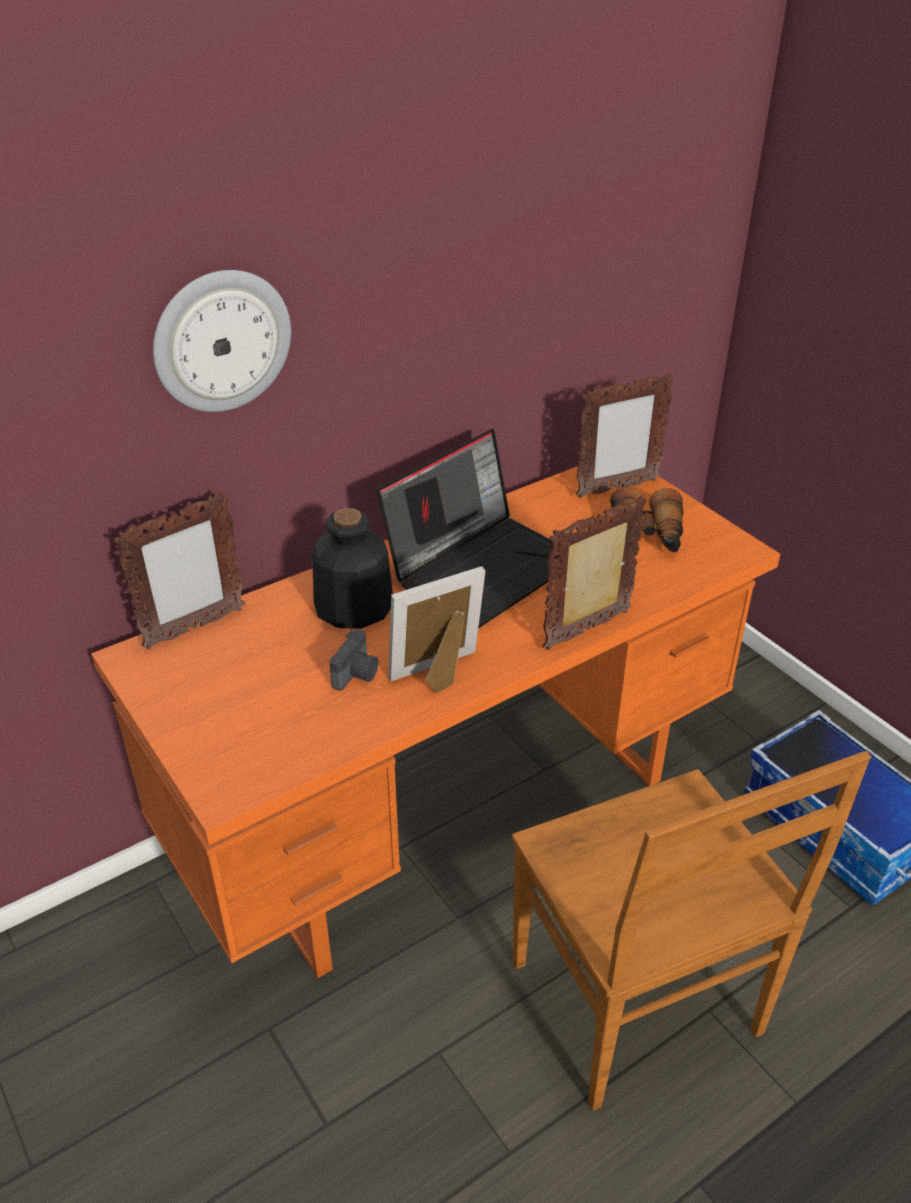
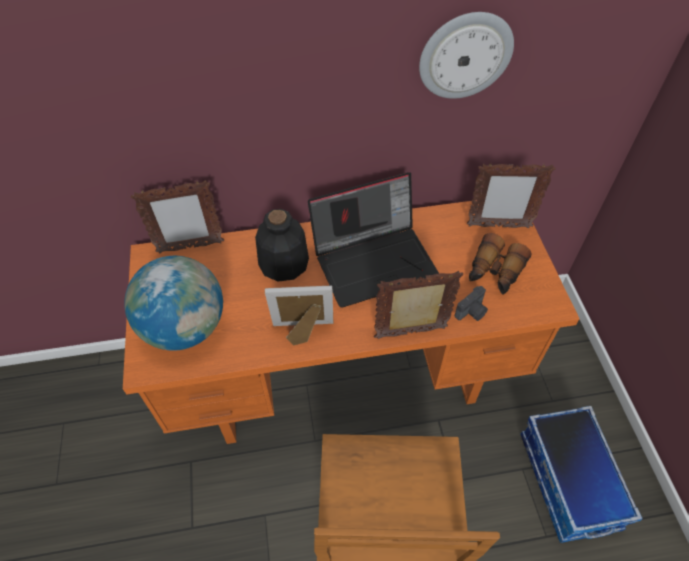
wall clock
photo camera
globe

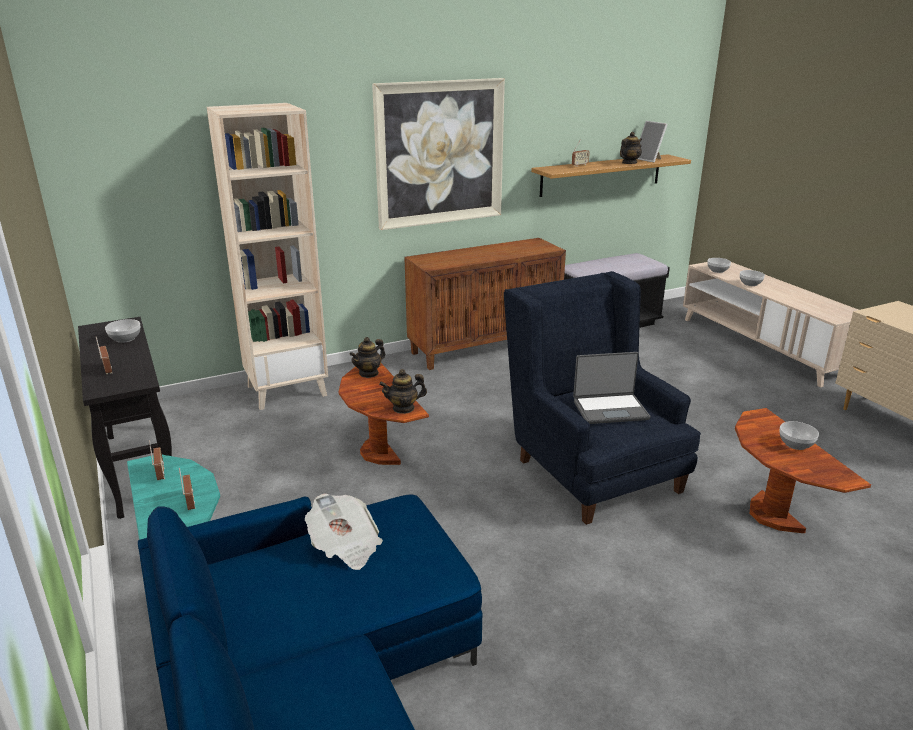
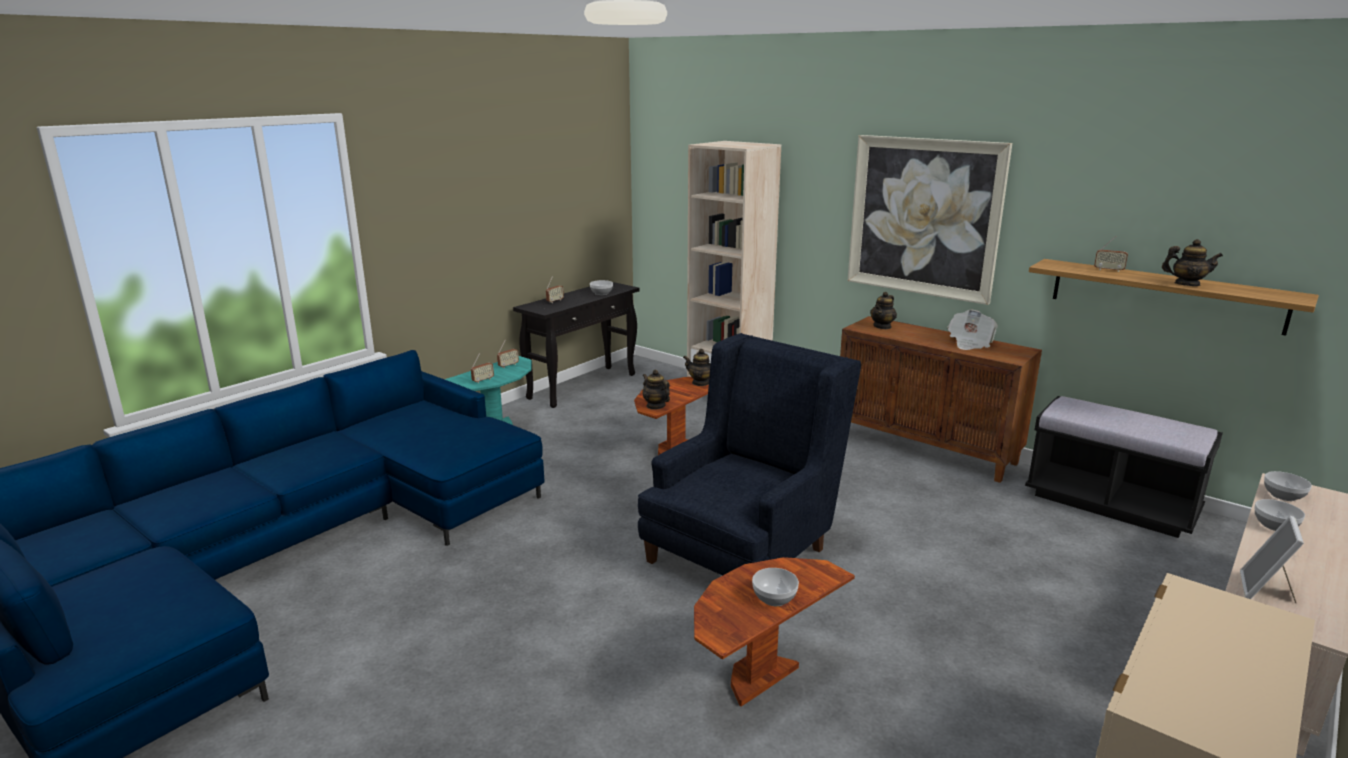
picture frame
laptop
newspaper
teapot (no. 3 from left)

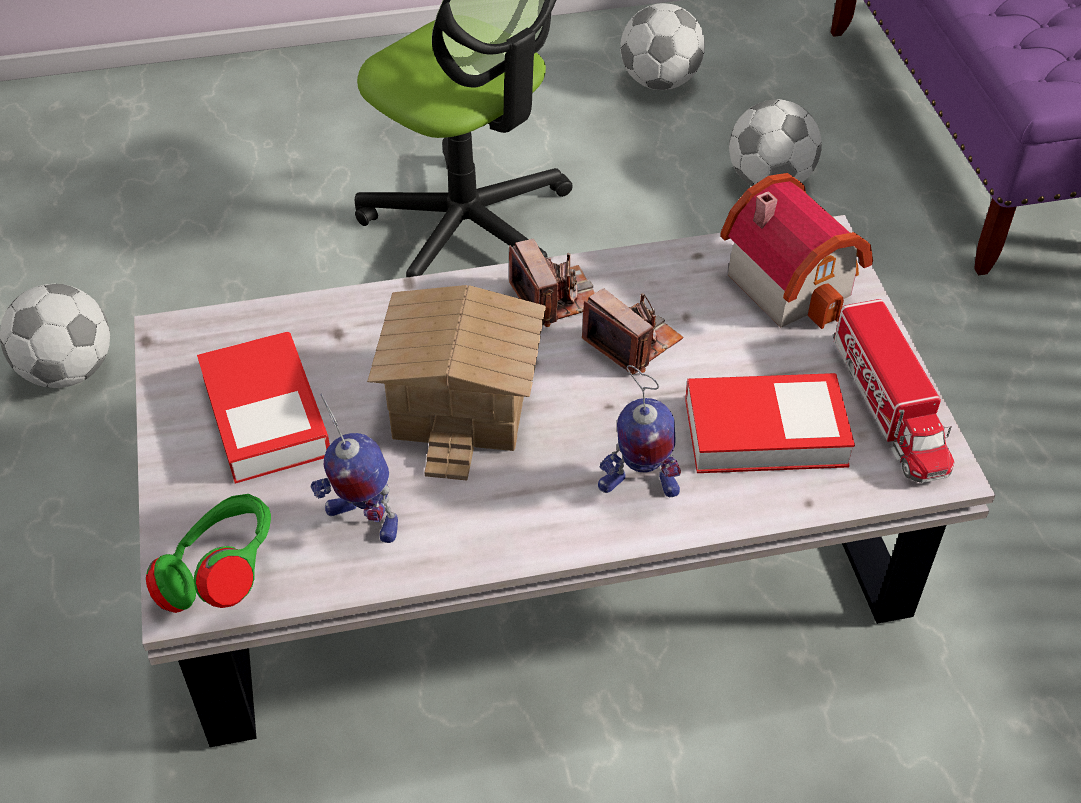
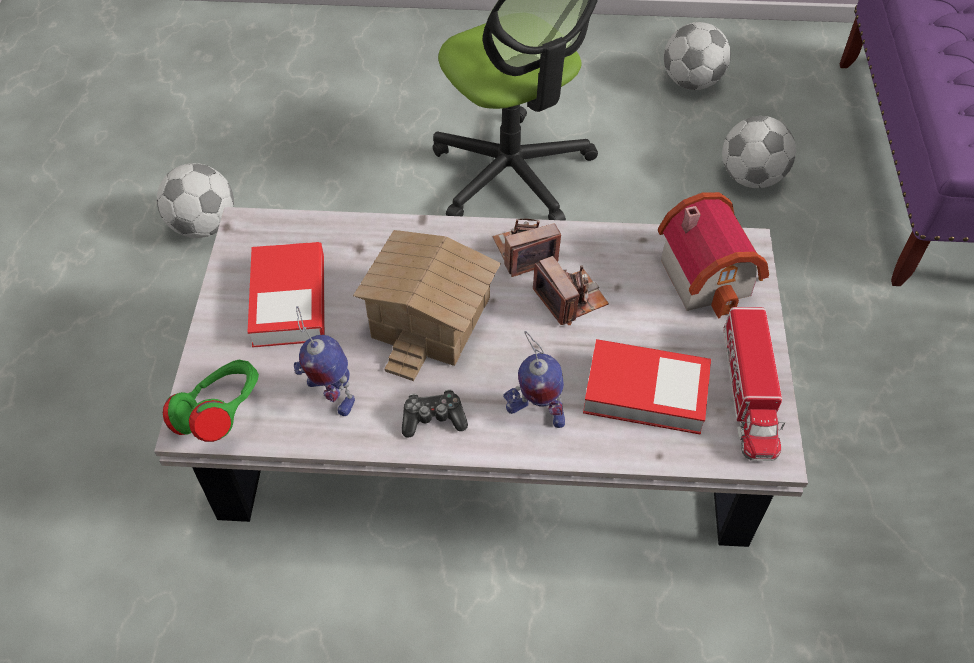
photo camera (no. 1 from left)
game controller

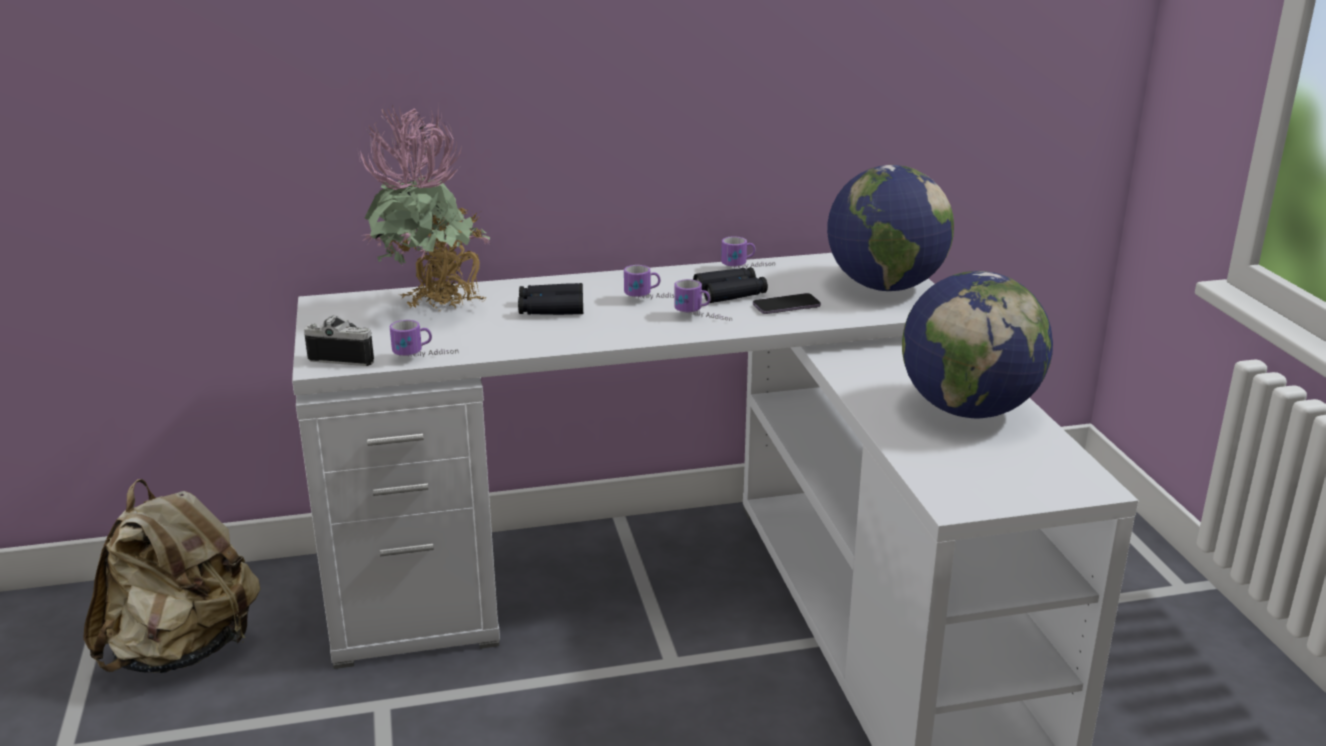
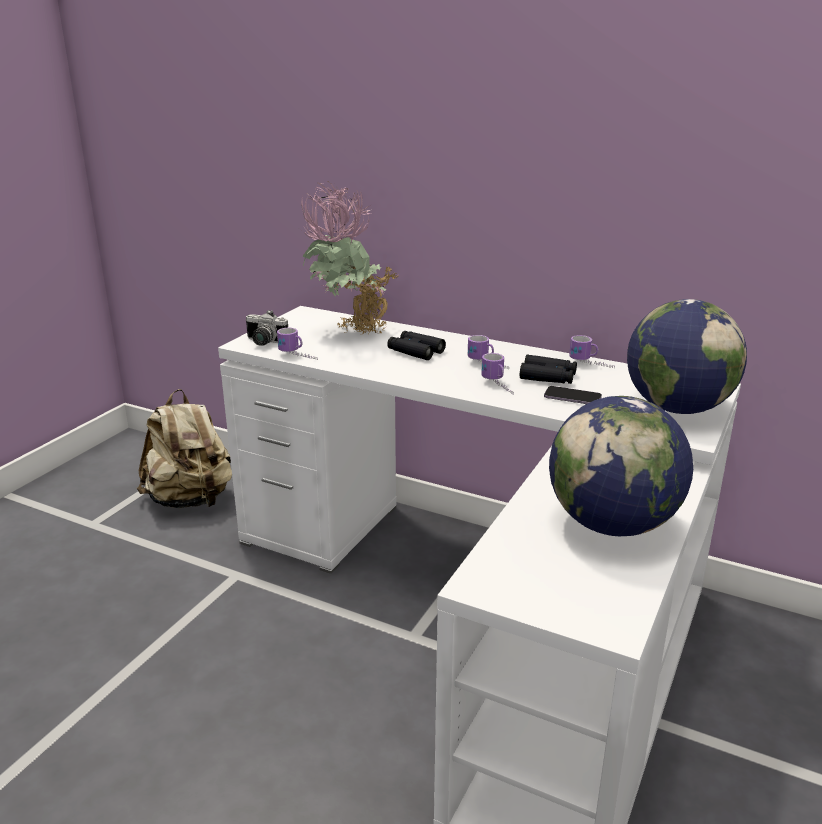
photo camera

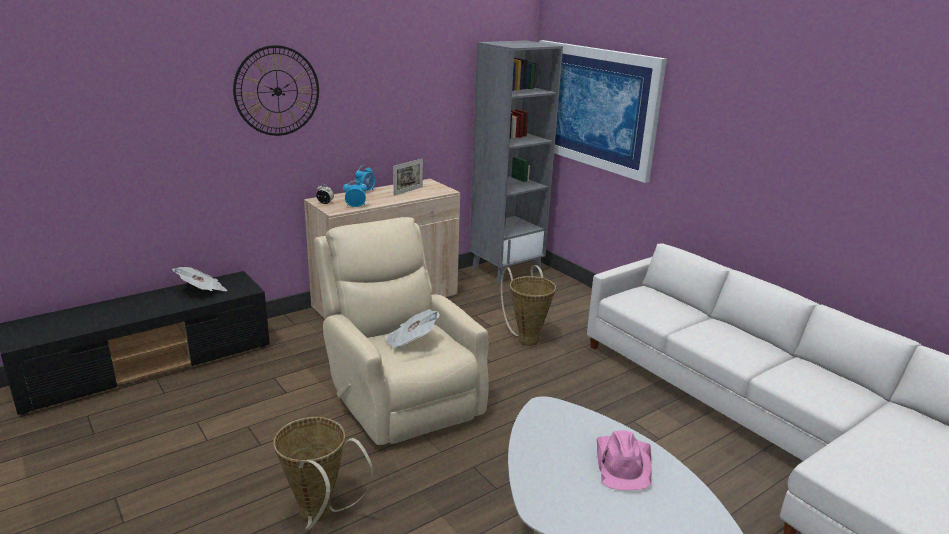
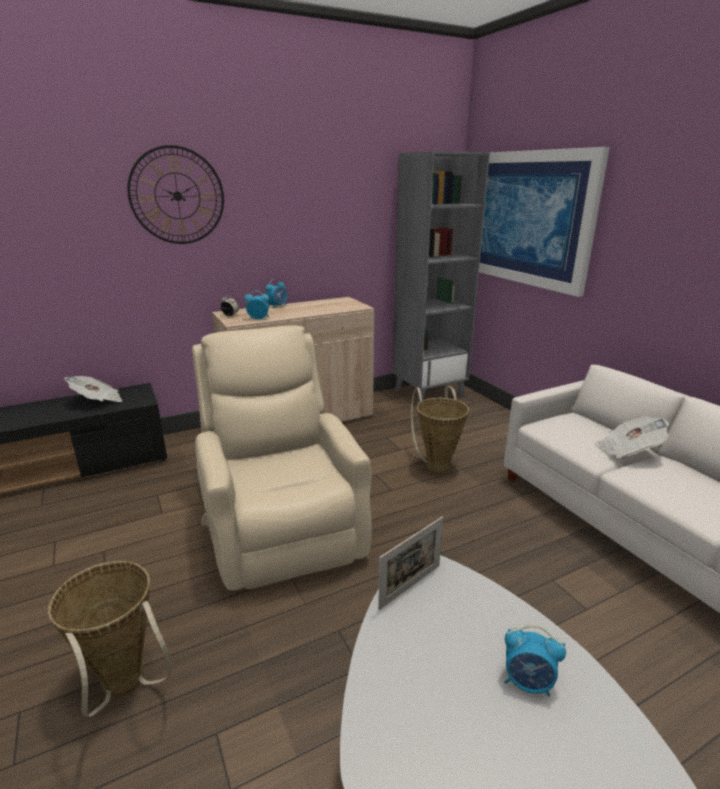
picture frame
newspaper (no. 2 from left)
alarm clock (no. 4 from left)

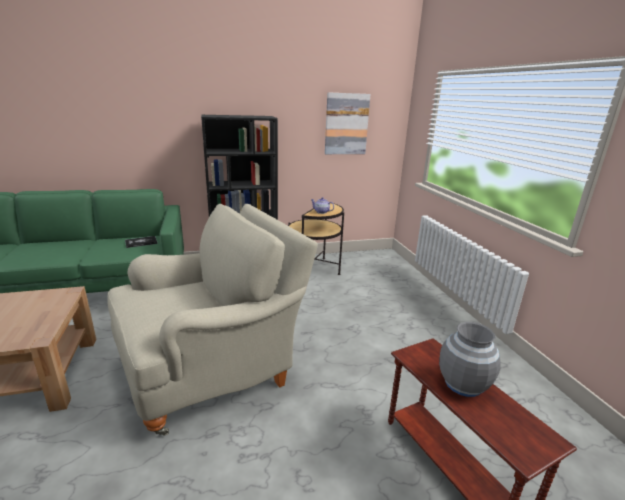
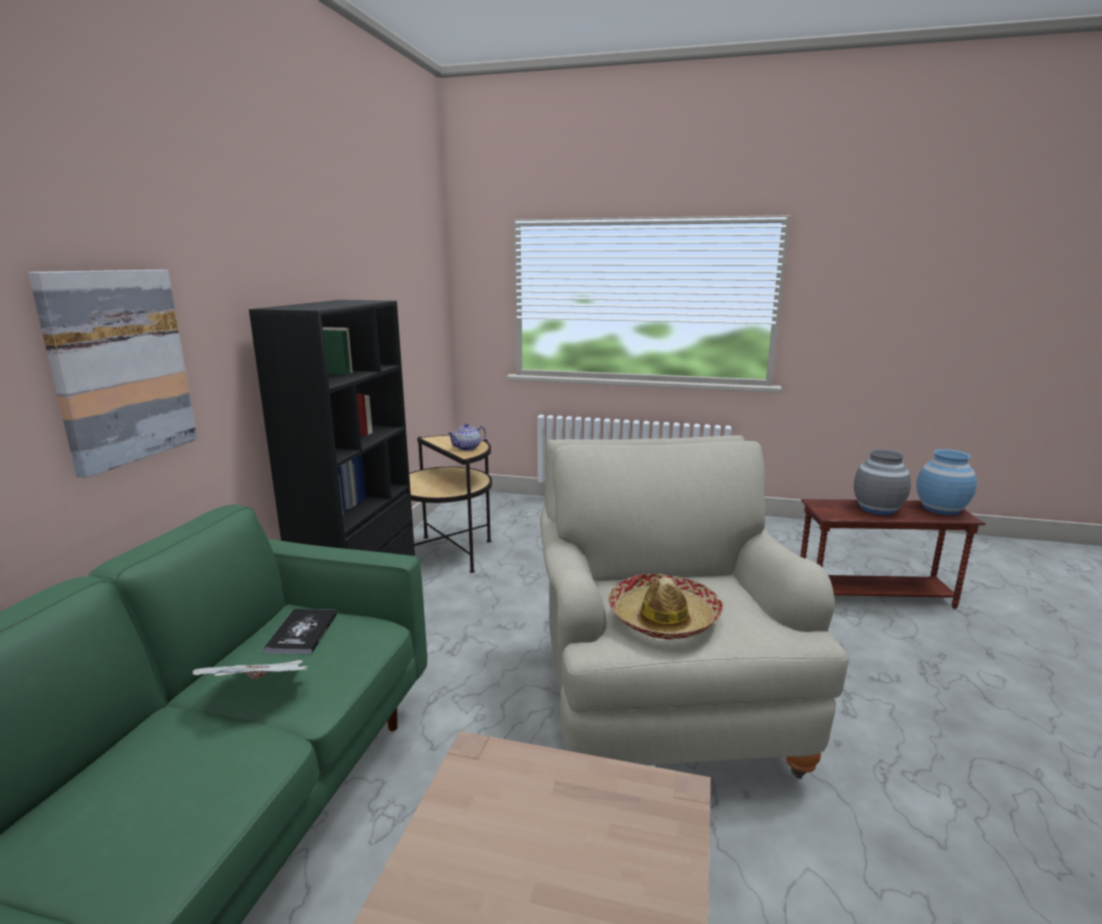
picture
blue vase
hat
newspaper

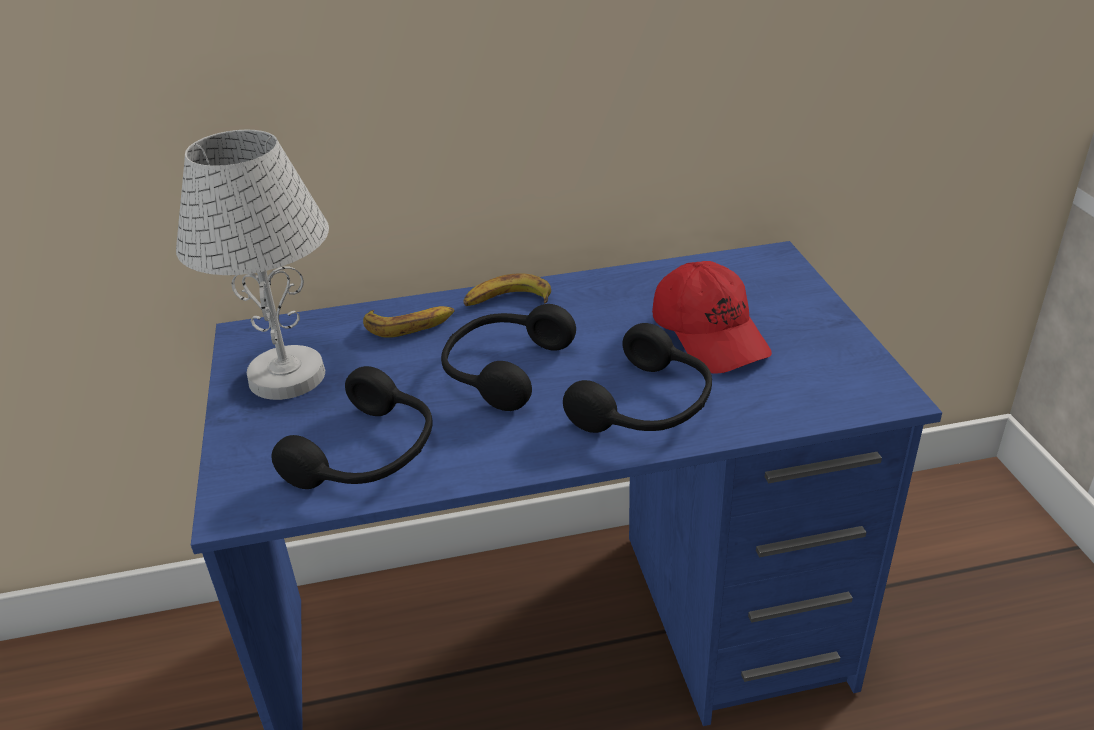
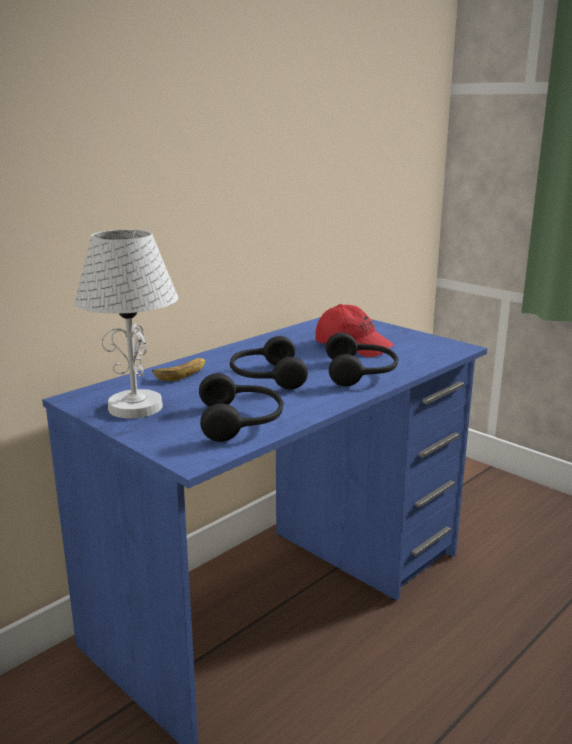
banana (no. 2 from left in the first image)

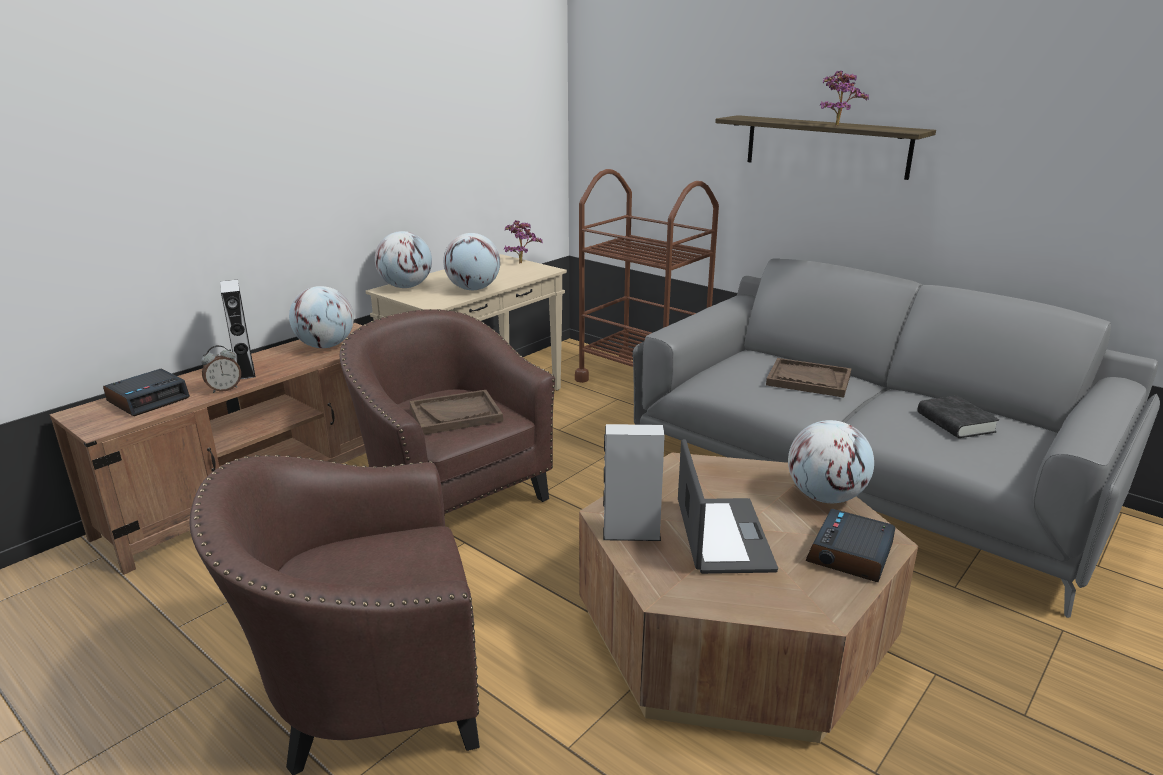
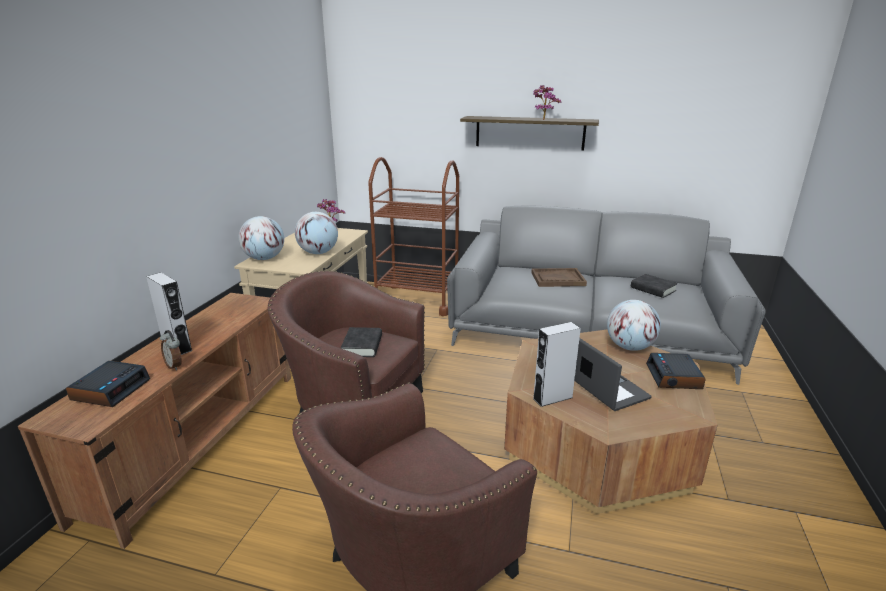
globe (no. 1 from left in the first image)
alarm clock (no. 2 from left)
black book (no. 1 from left)

